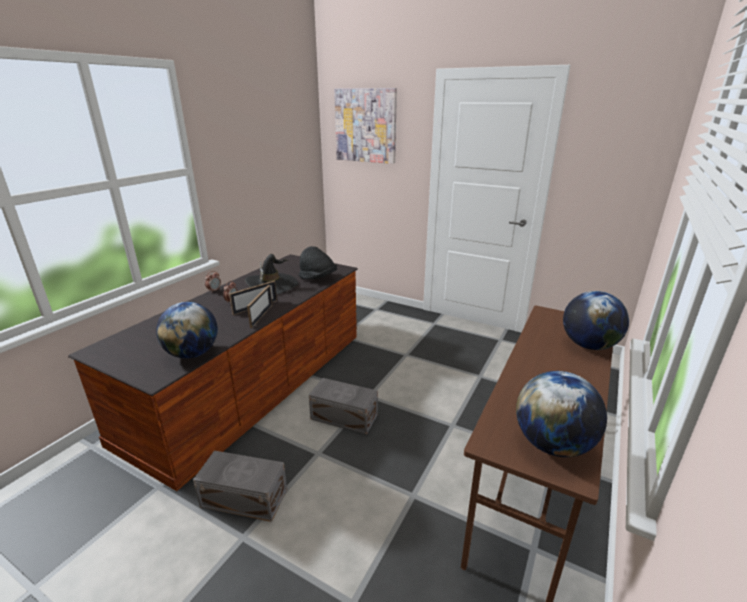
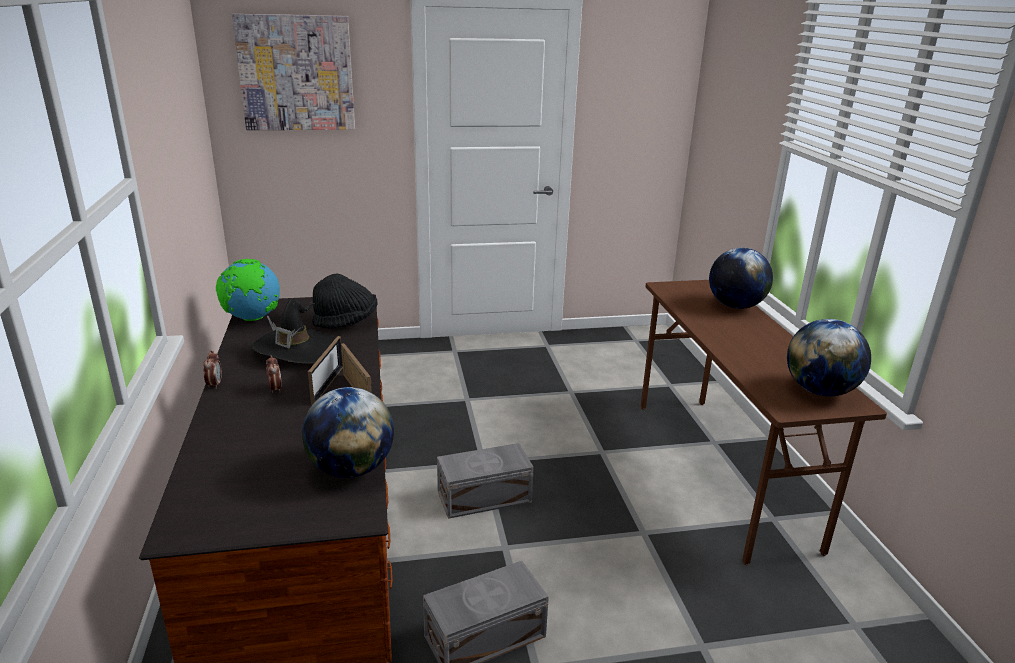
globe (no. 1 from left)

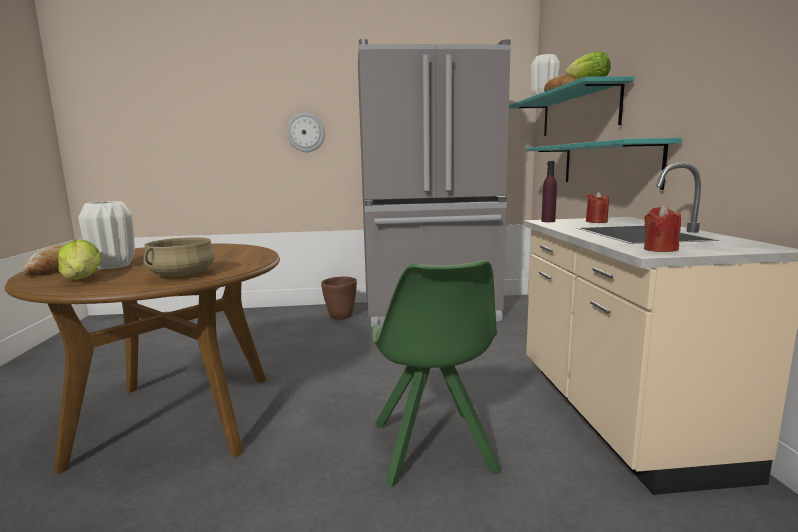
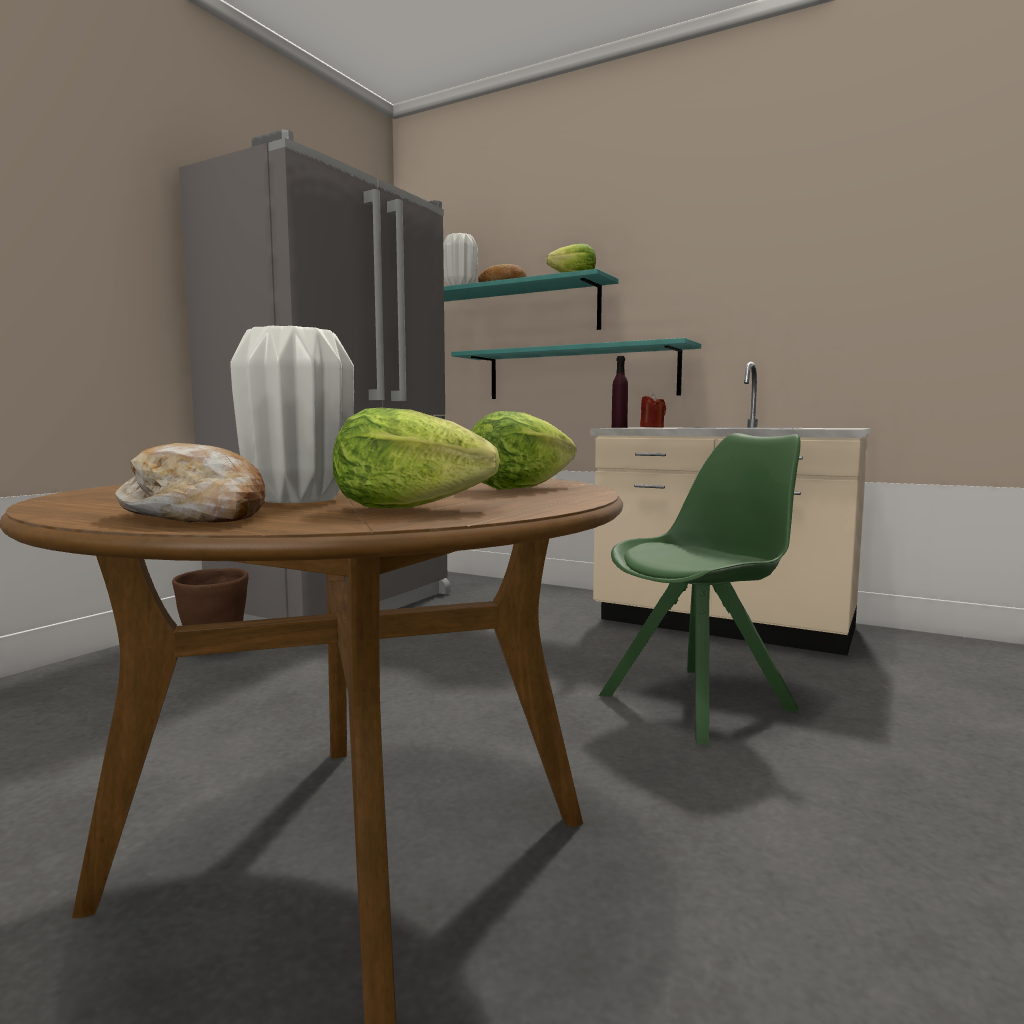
wall clock
red candle (no. 2 from left in the first image)
lettuce (no. 2 from left)
green chair

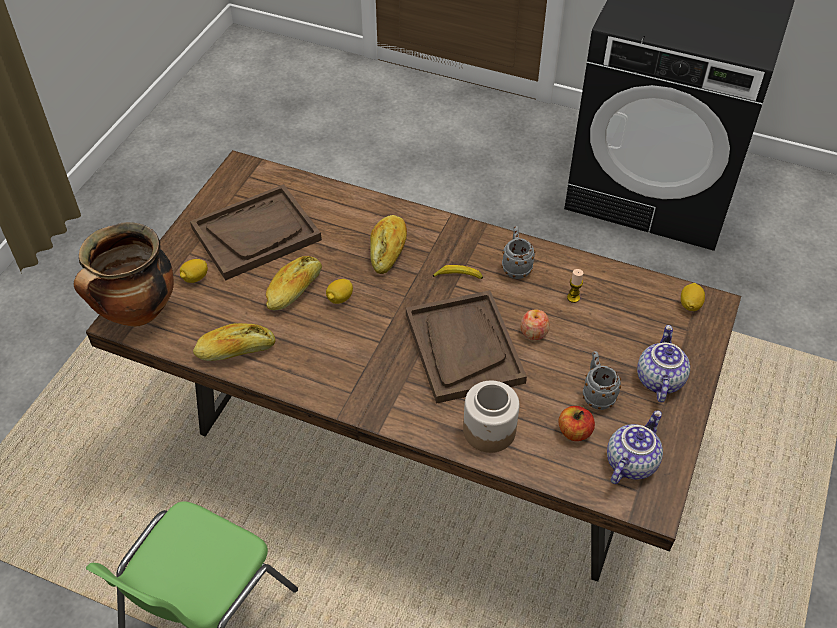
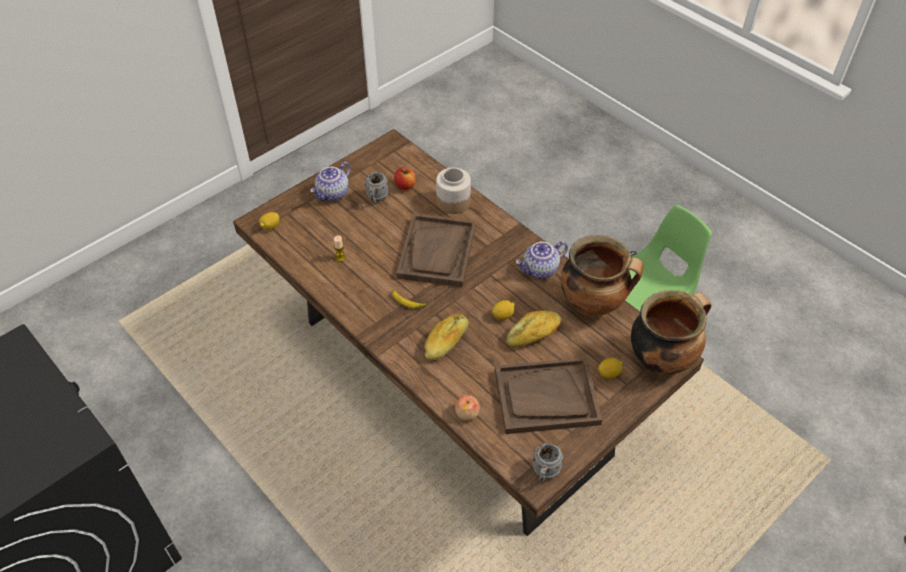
grey mug (no. 2 from left)
apple (no. 2 from left)
cooking pot (no. 1 from left)
teapot (no. 2 from left)

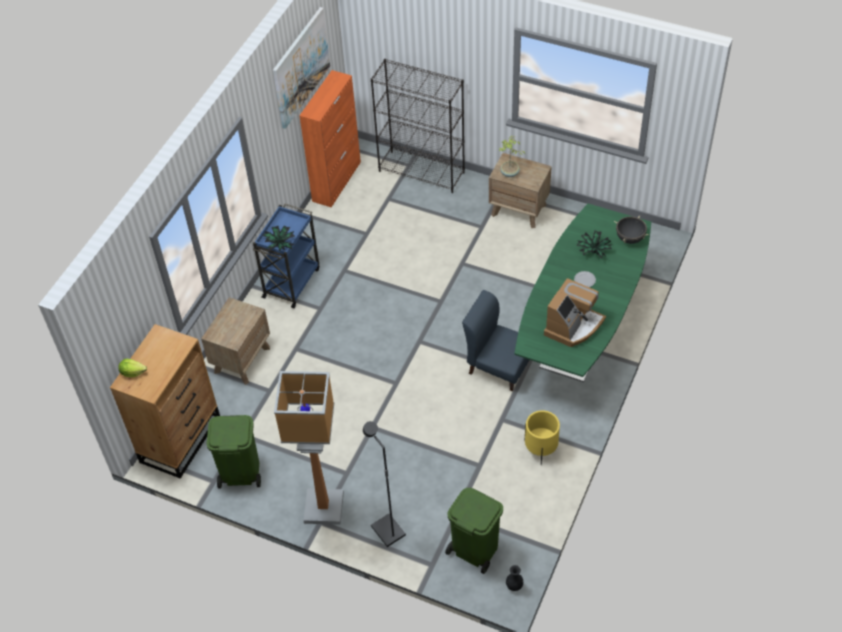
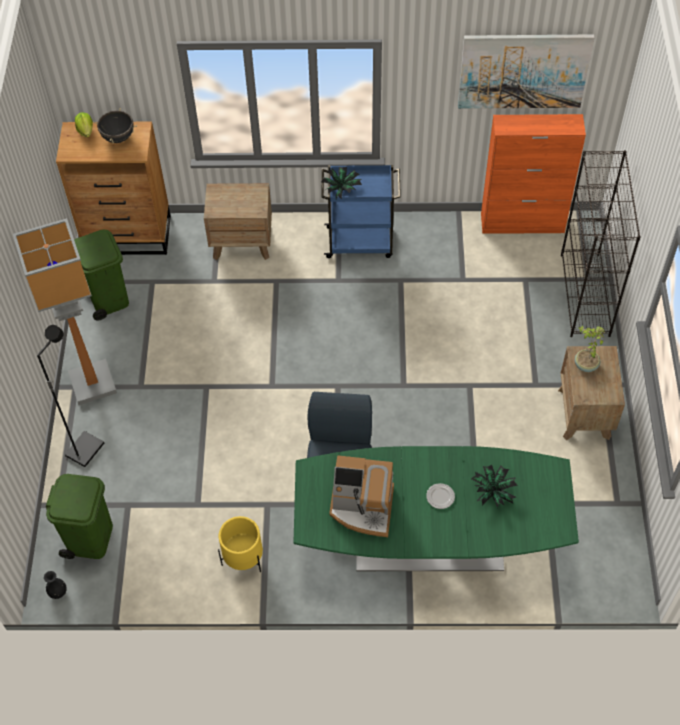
black cooking pot

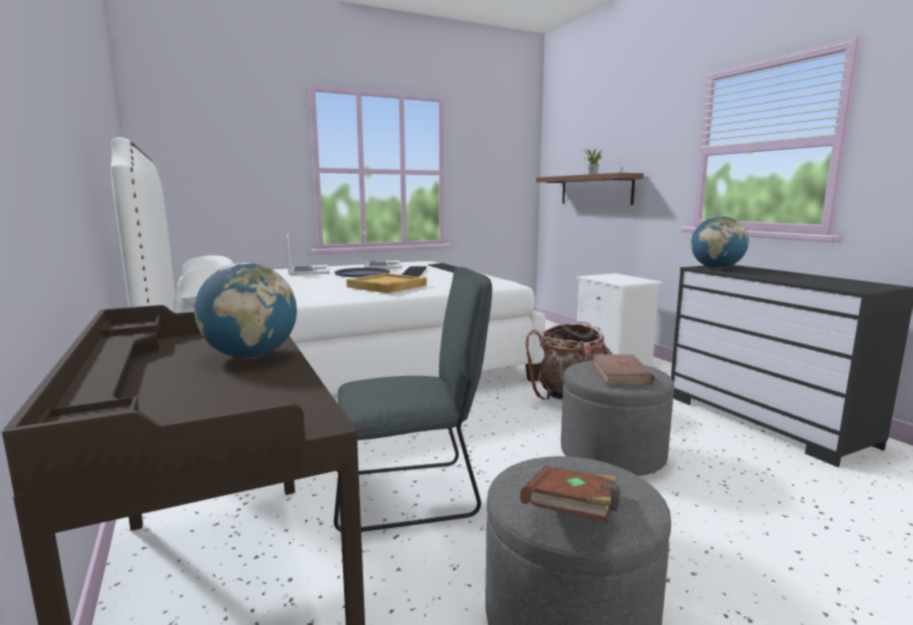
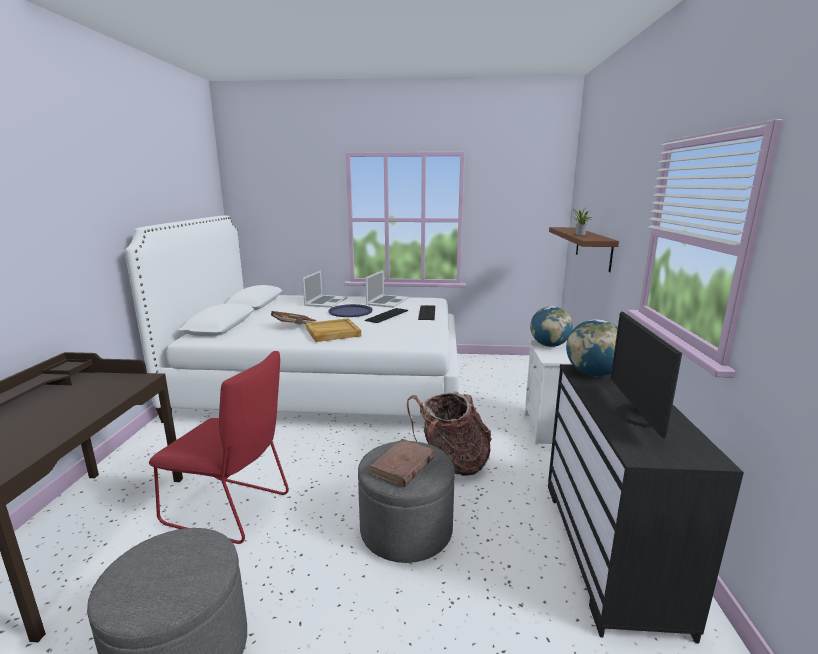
globe (no. 1 from left)
red chair
brown book (no. 1 from left)
monitor

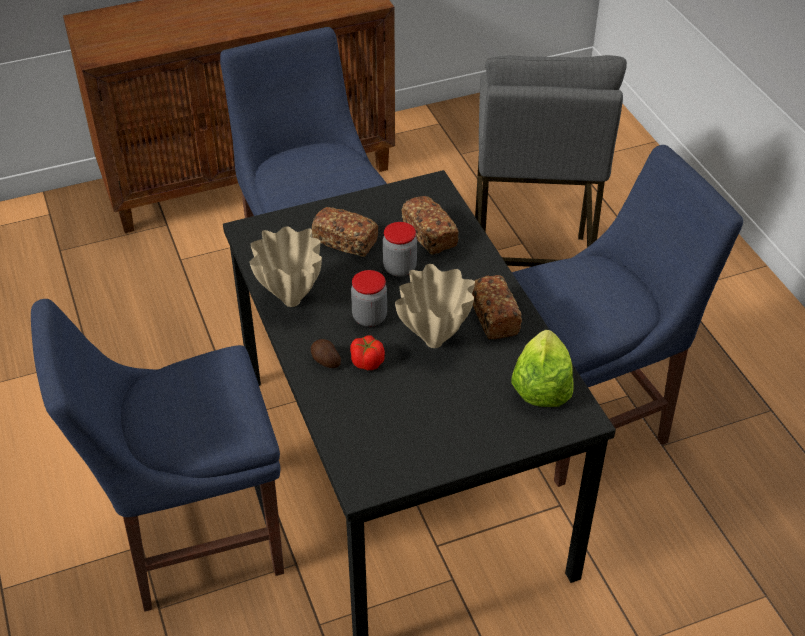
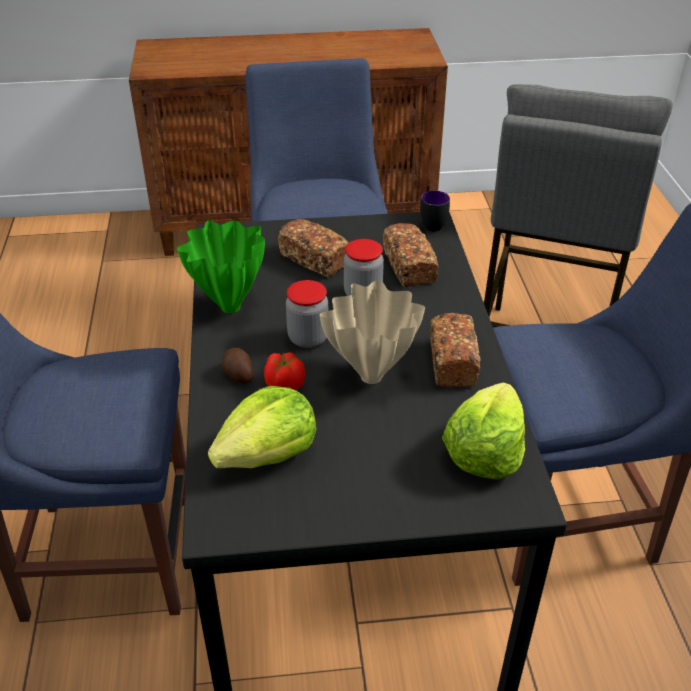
green vase
mug
lettuce (no. 1 from left)

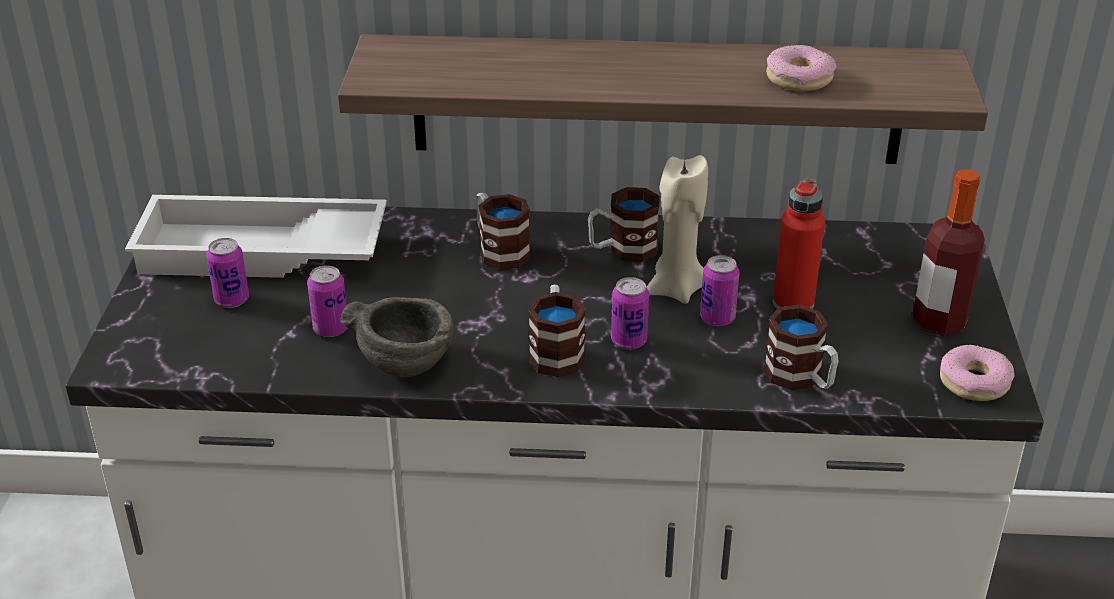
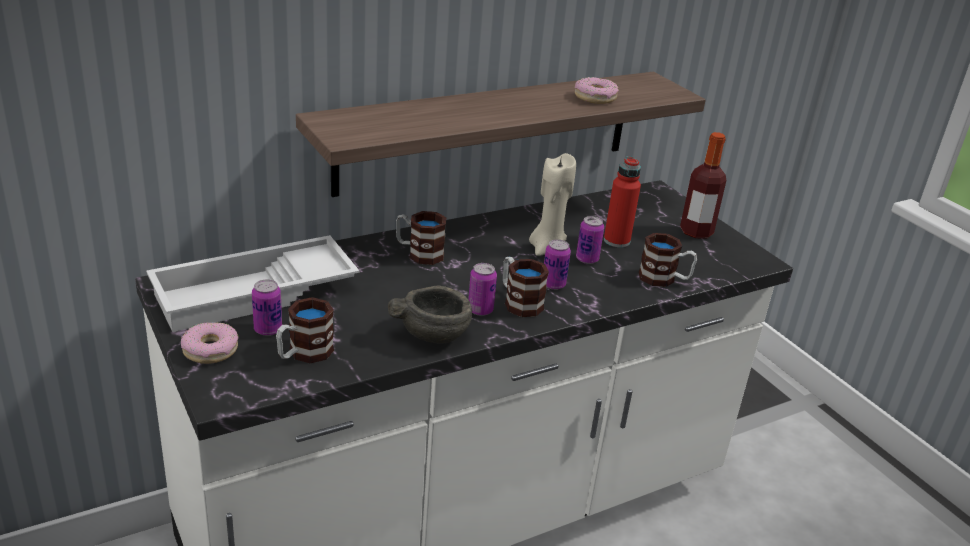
mug (no. 1 from left)
can (no. 2 from left)
donut (no. 1 from left)

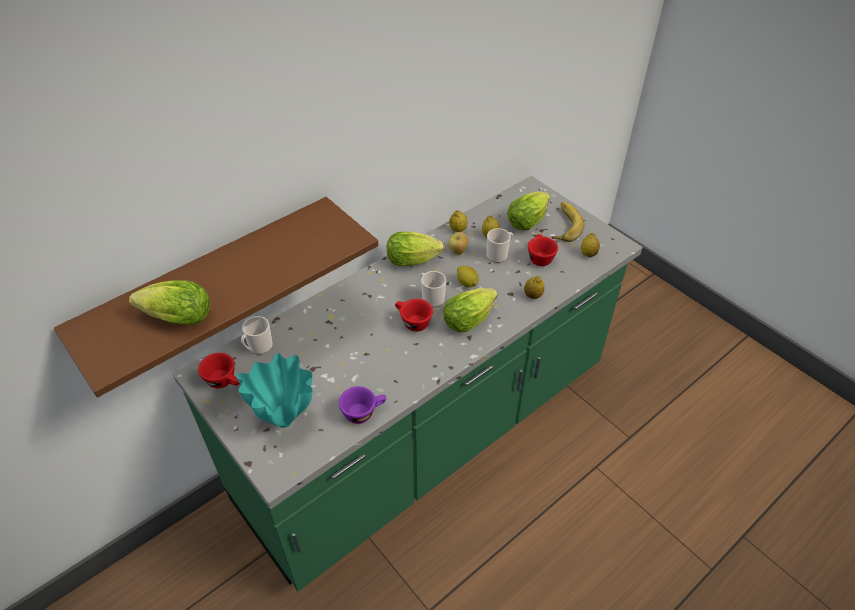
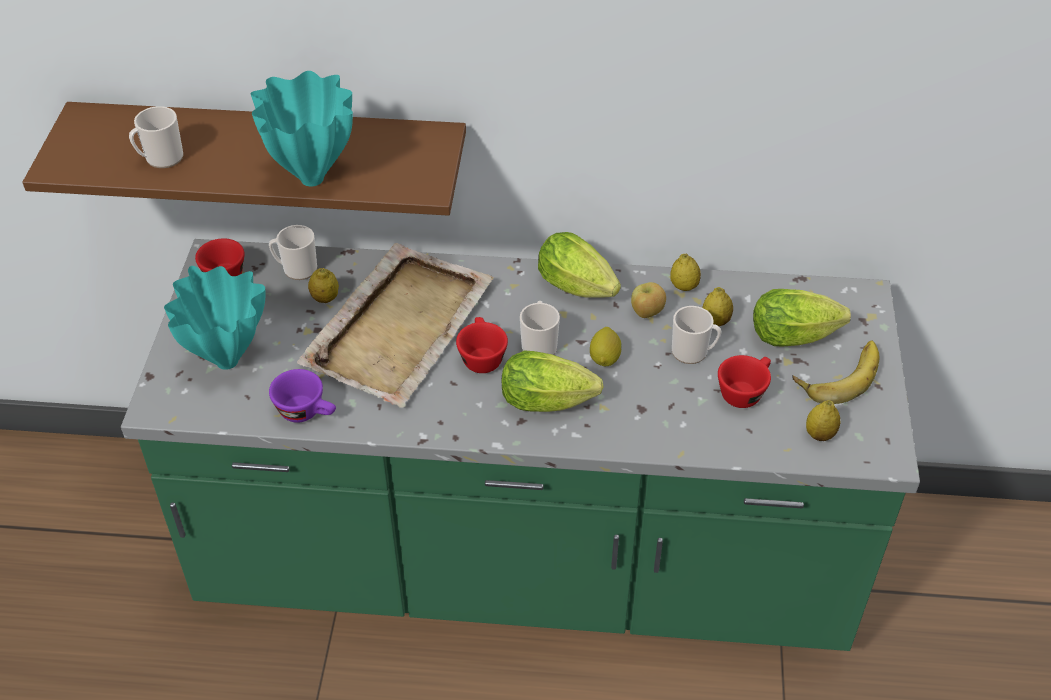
lemon (no. 1 from left)
mug (no. 1 from left)
turquoise vase (no. 2 from left)
beige tray

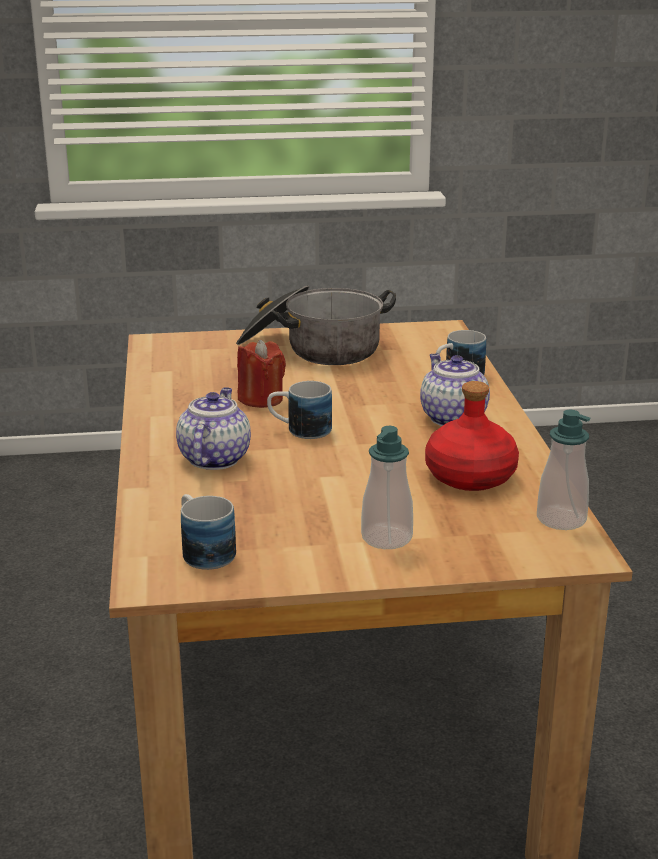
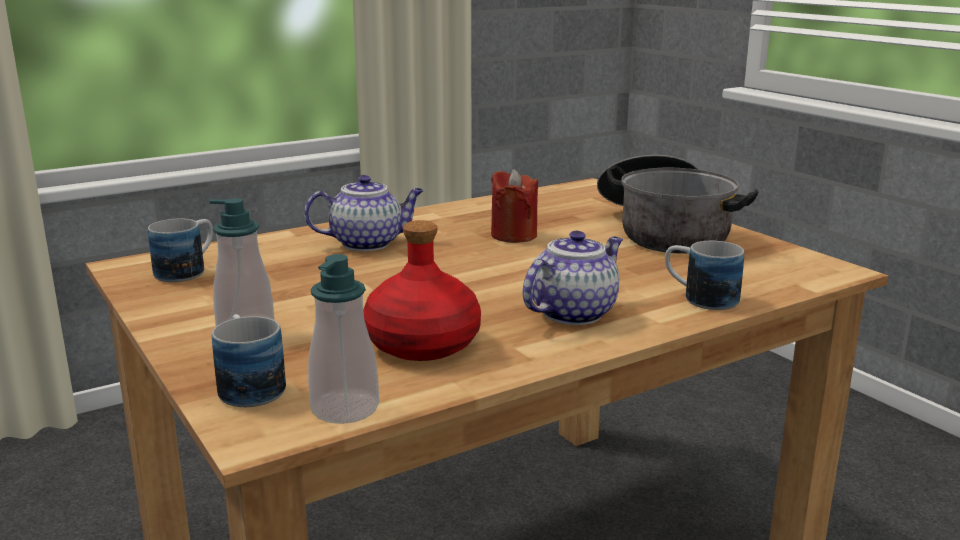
mug (no. 2 from left)

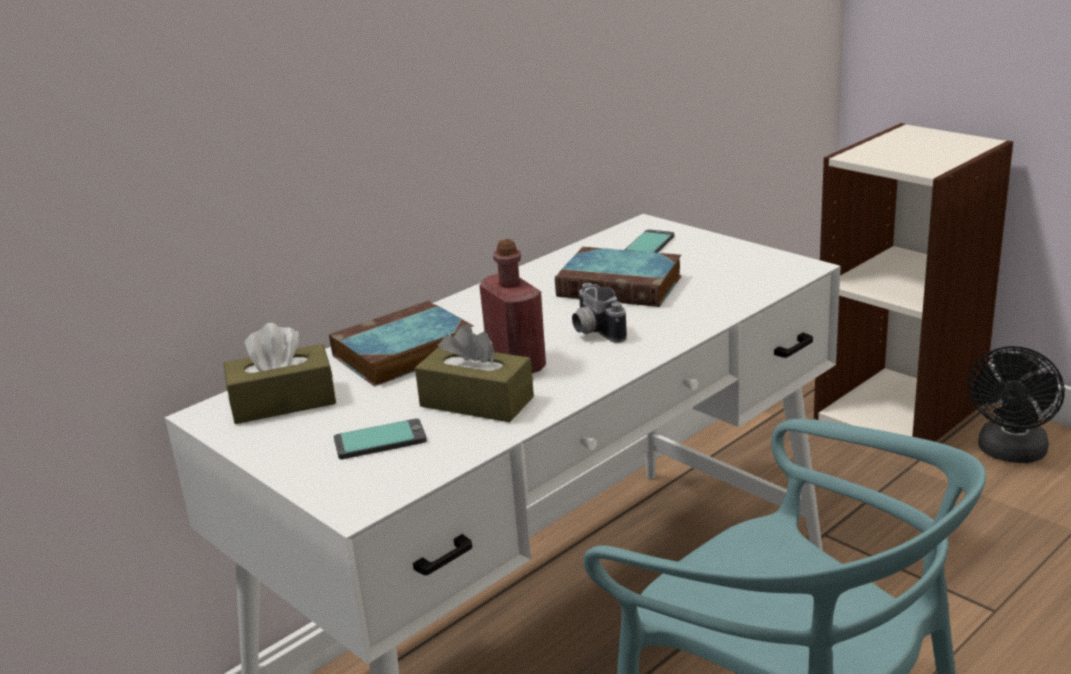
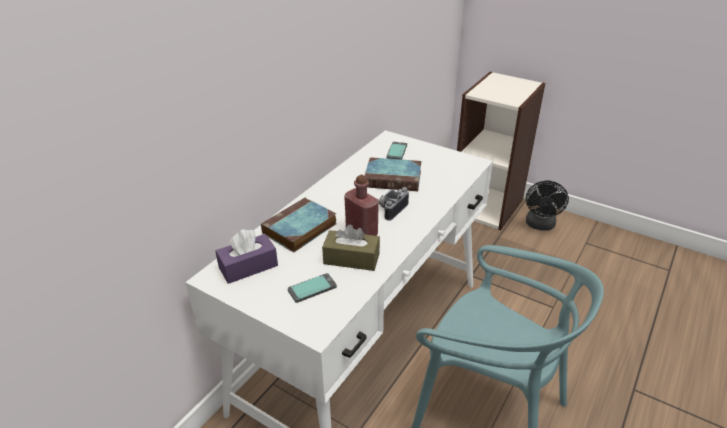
photo camera
purple tissue box

